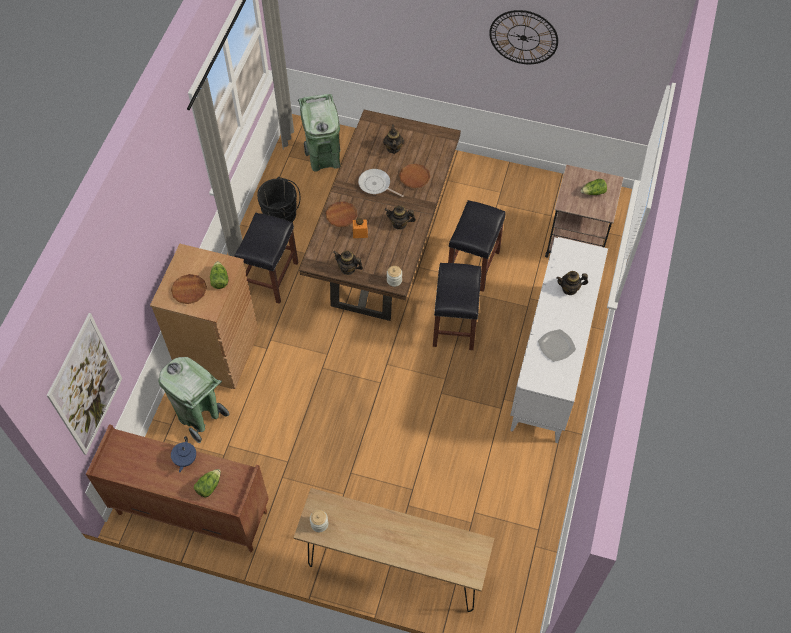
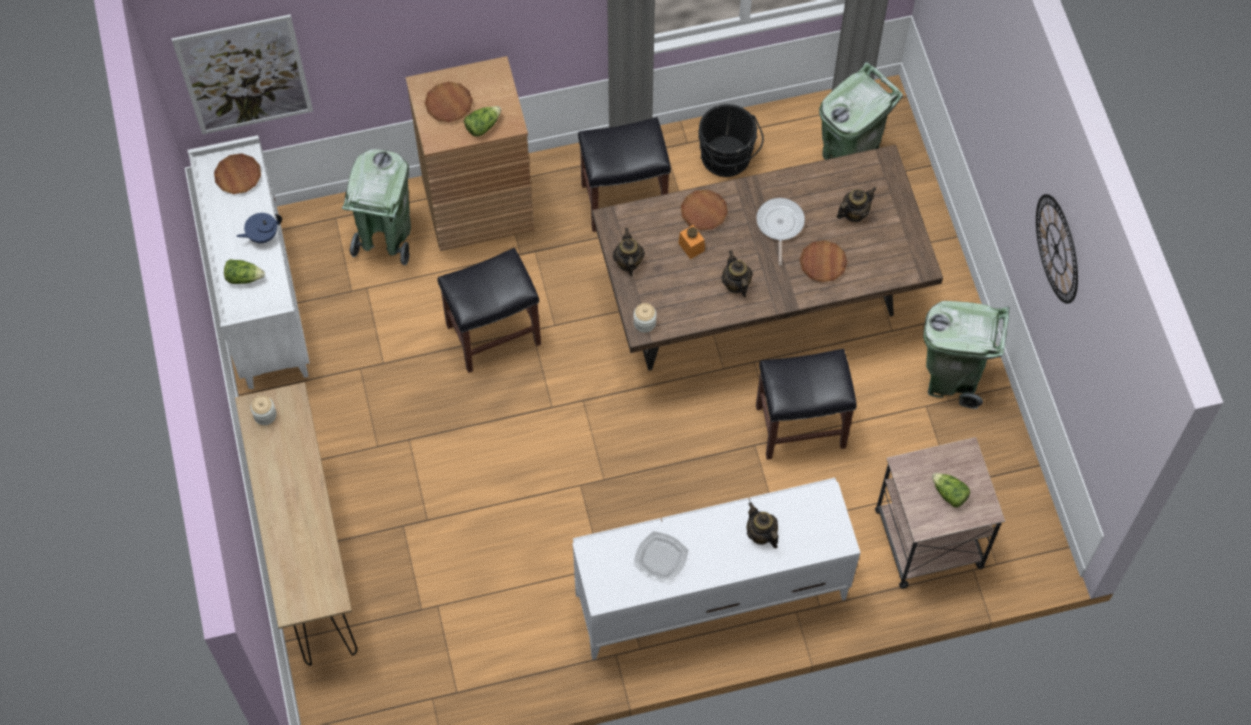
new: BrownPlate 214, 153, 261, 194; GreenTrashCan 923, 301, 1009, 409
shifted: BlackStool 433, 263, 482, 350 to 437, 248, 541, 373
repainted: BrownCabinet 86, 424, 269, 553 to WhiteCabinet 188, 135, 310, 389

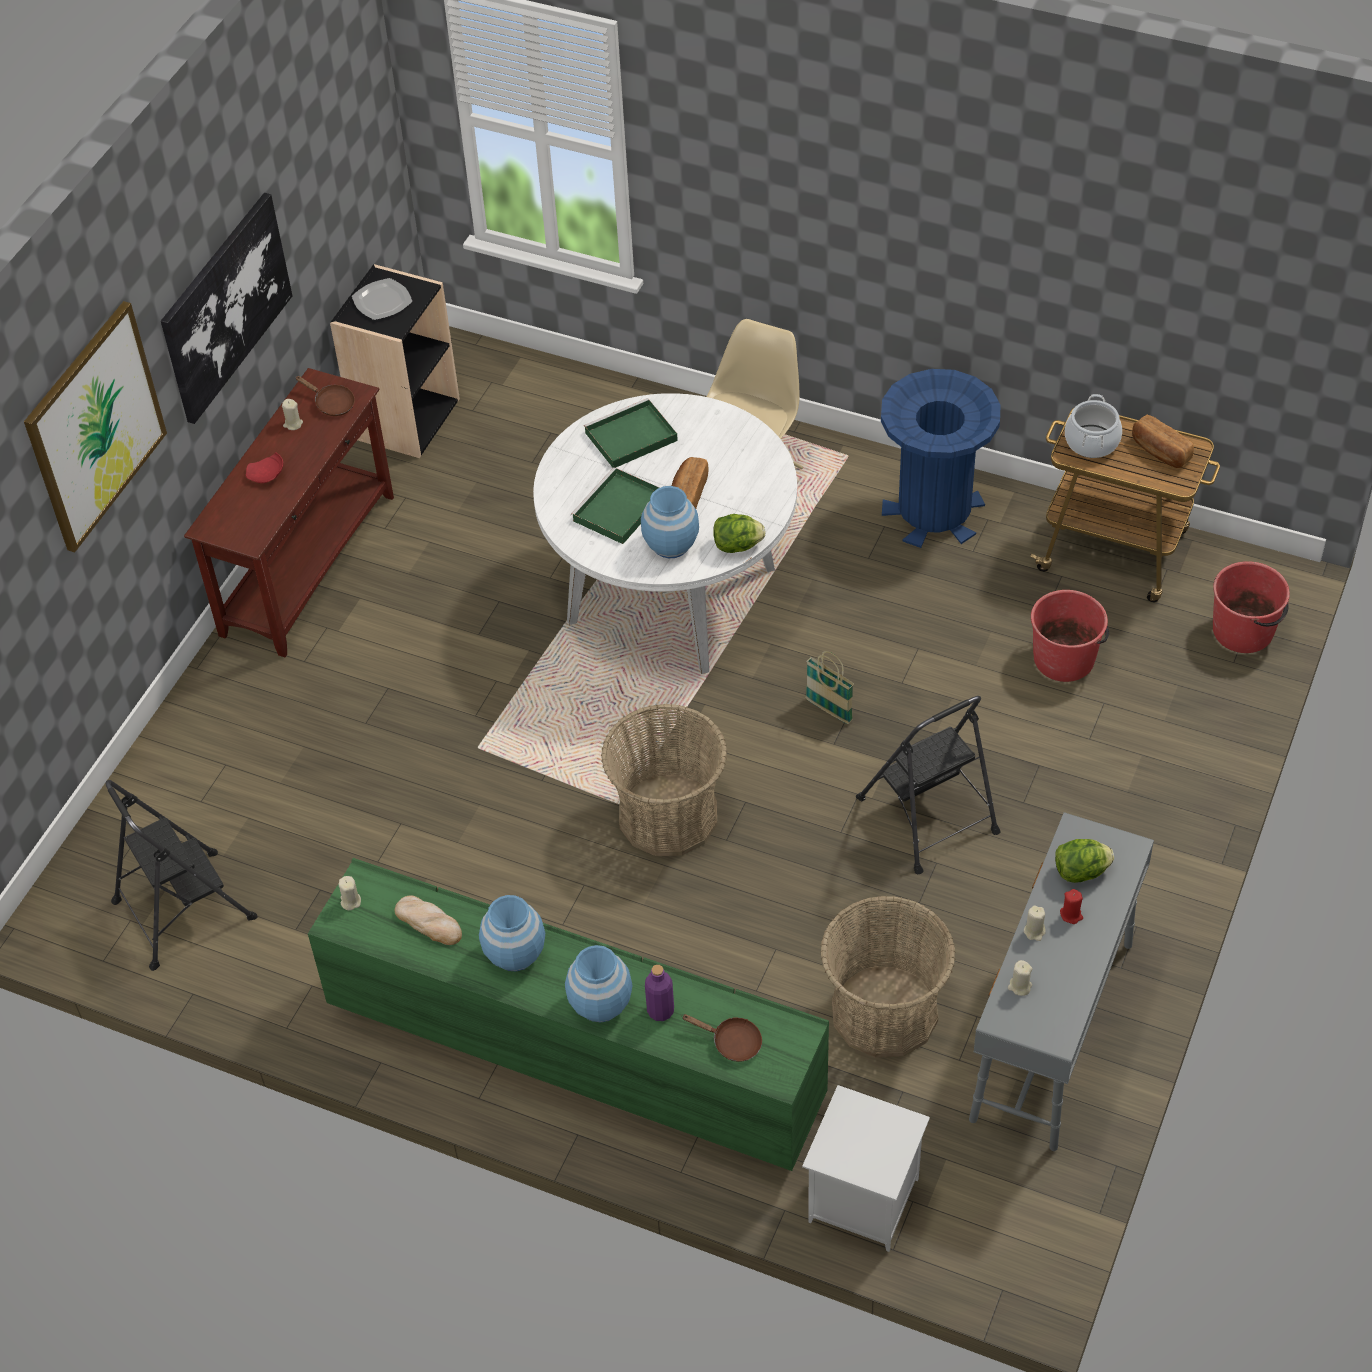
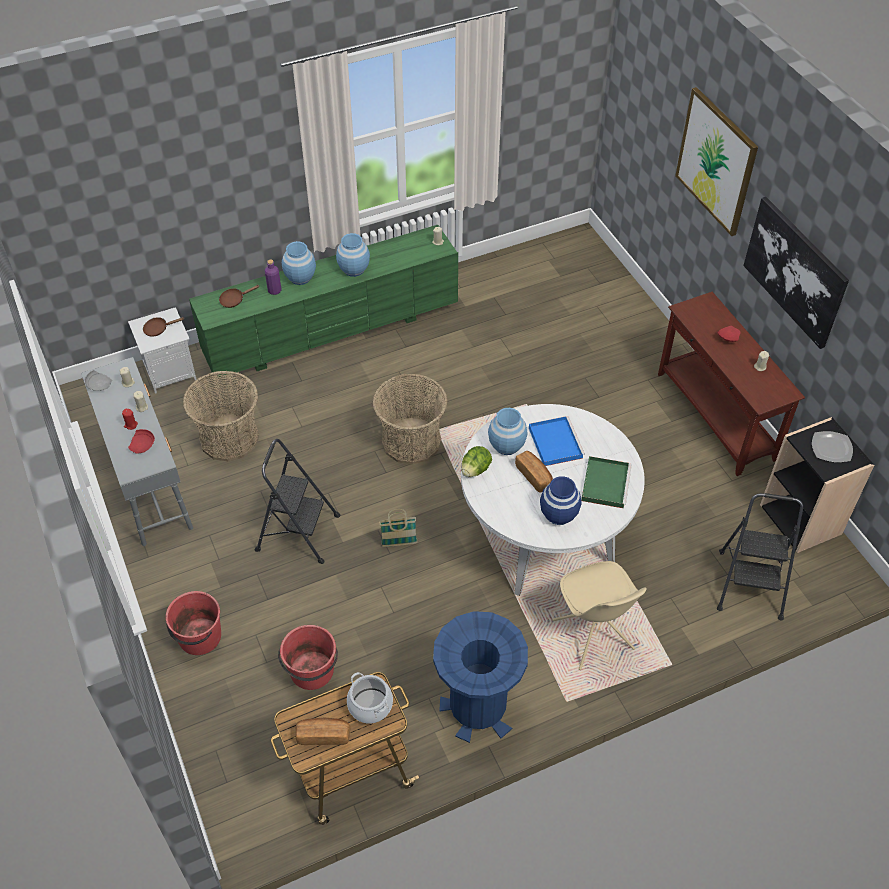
gone: Bread 394, 896, 462, 945
new: GreyPlate 84, 370, 112, 391; BlueVase 540, 476, 582, 525
shifted: BlackStepLadder 105, 780, 257, 971 to 717, 493, 803, 620; BrownFryingPan 295, 376, 355, 416 to 143, 317, 184, 337; RedBucket 1213, 561, 1290, 653 to 166, 591, 221, 655
swapped: Lettuce 1055, 839, 1114, 883 to RedPlate 128, 429, 155, 454
repainted: GreenTray 571, 467, 659, 544 to BlueTray 529, 416, 585, 466

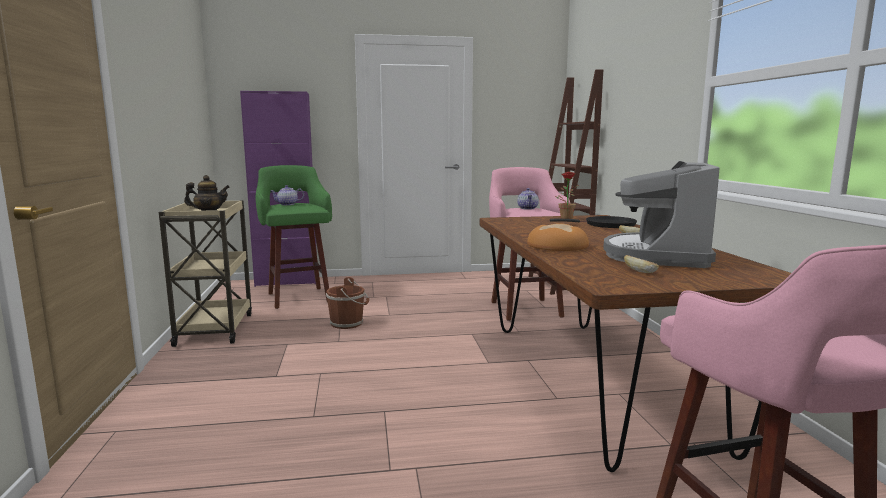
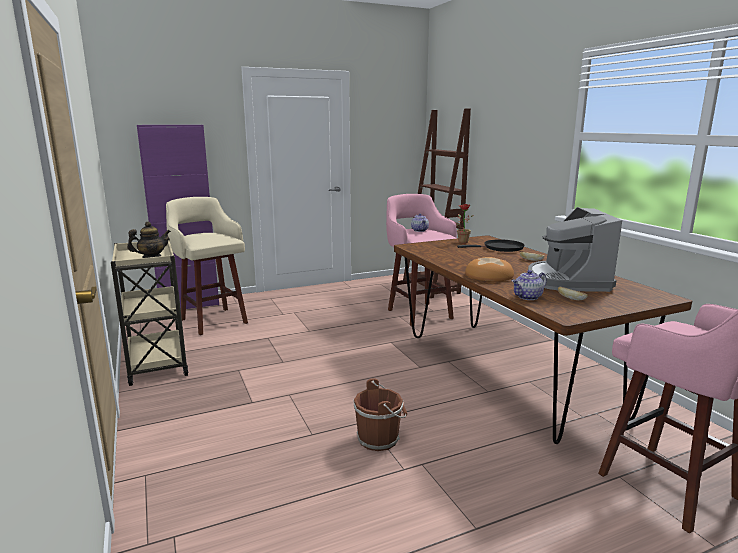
shifted: Teapot 271, 185, 304, 205 to 512, 270, 547, 300; BrownBucket 326, 277, 369, 329 to 353, 378, 407, 451
repainted: GreenStool 256, 165, 332, 309 to BeigeStool 166, 197, 248, 335

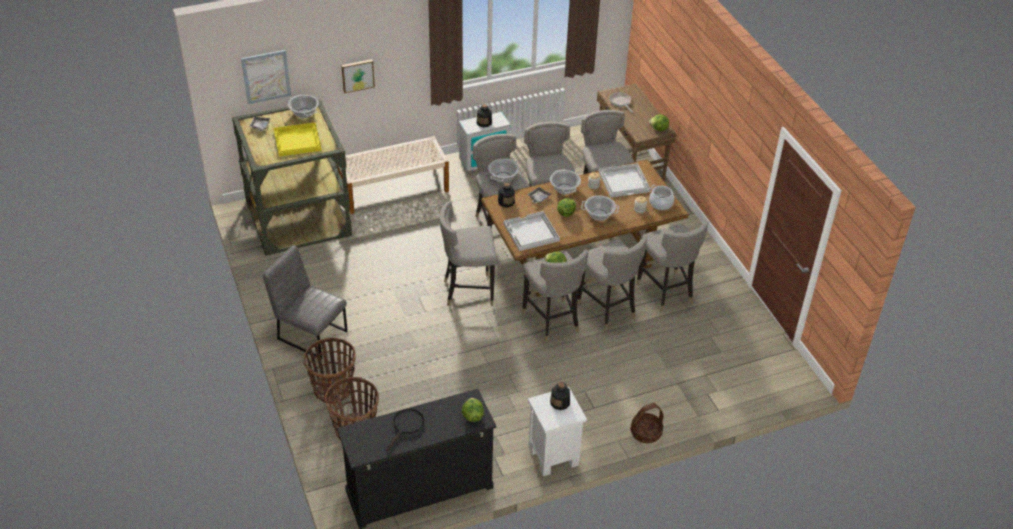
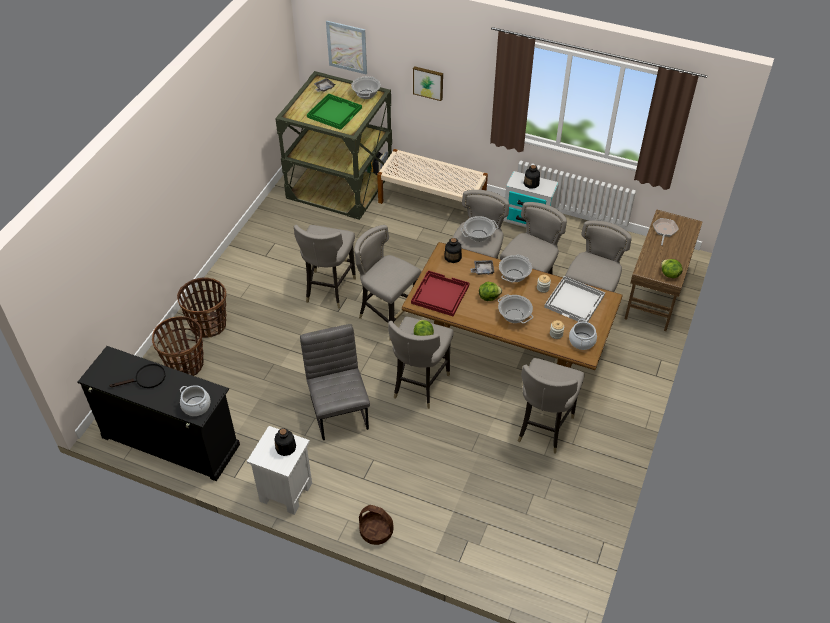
shifted: GreyChair 263, 245, 348, 359 to 300, 324, 370, 440; GreyStool 577, 235, 647, 330 to 294, 225, 356, 309
swapped: Lettuce 462, 398, 484, 422 to CookingPot 180, 385, 211, 416
repainted: YellowTray 274, 122, 322, 156 to GreenTray 307, 93, 362, 130; WhiteTray 503, 211, 560, 251 to RedTray 411, 270, 469, 316

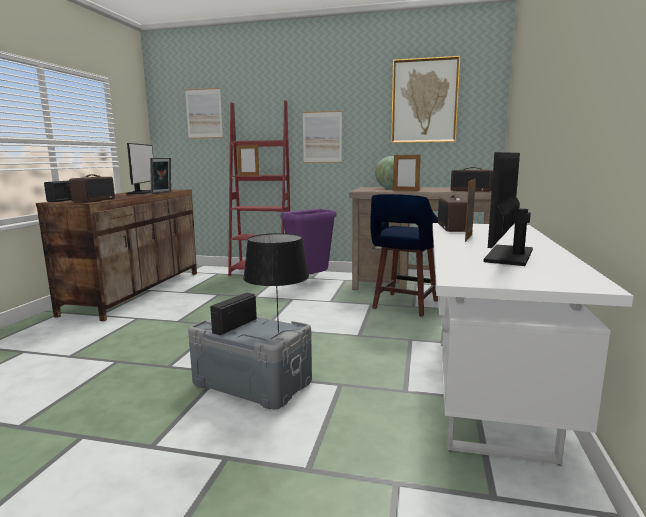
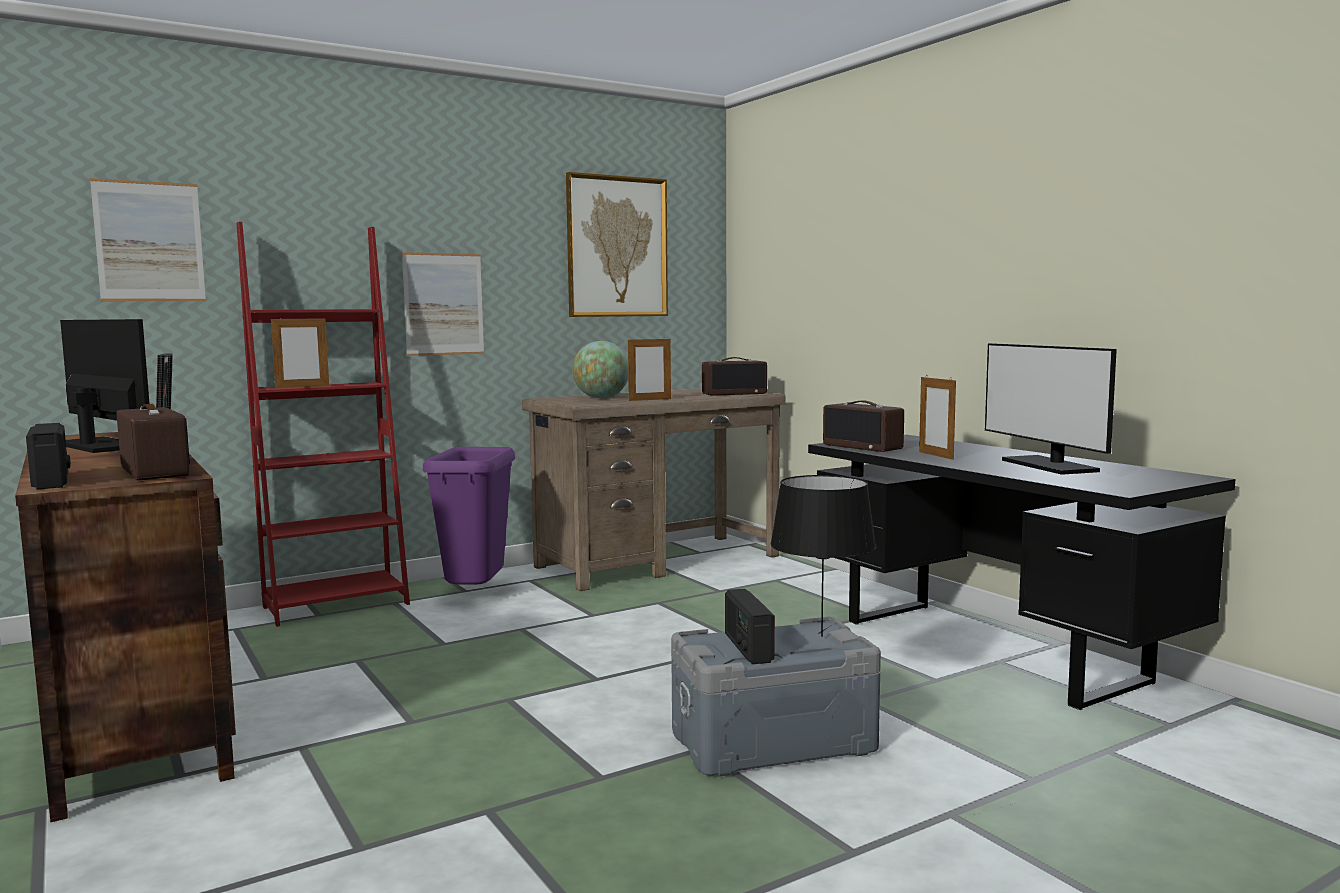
gone: BlueStool 370, 194, 438, 317
repainted: WhiteDesk 432, 223, 633, 466 to BlackDesk 808, 435, 1235, 710

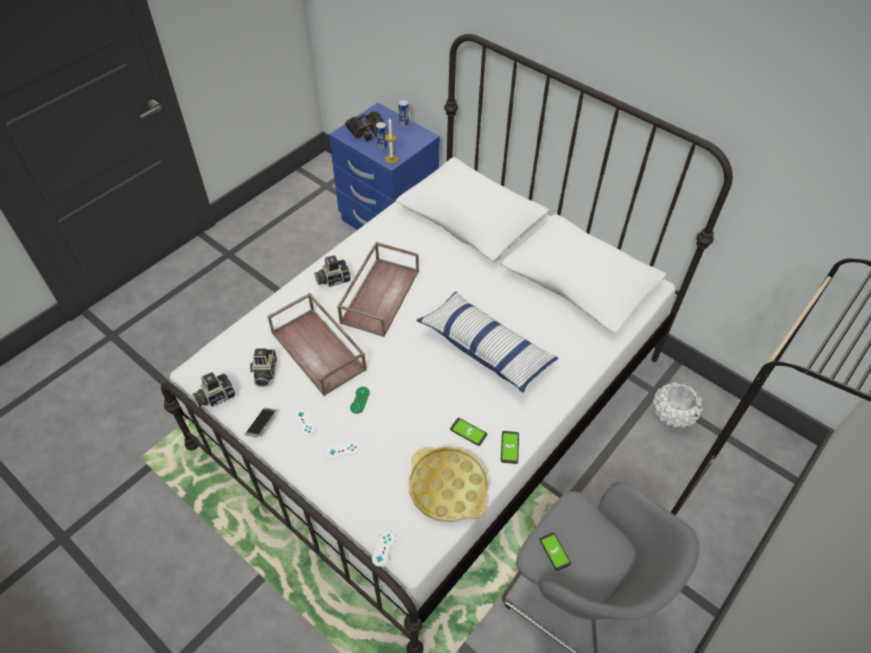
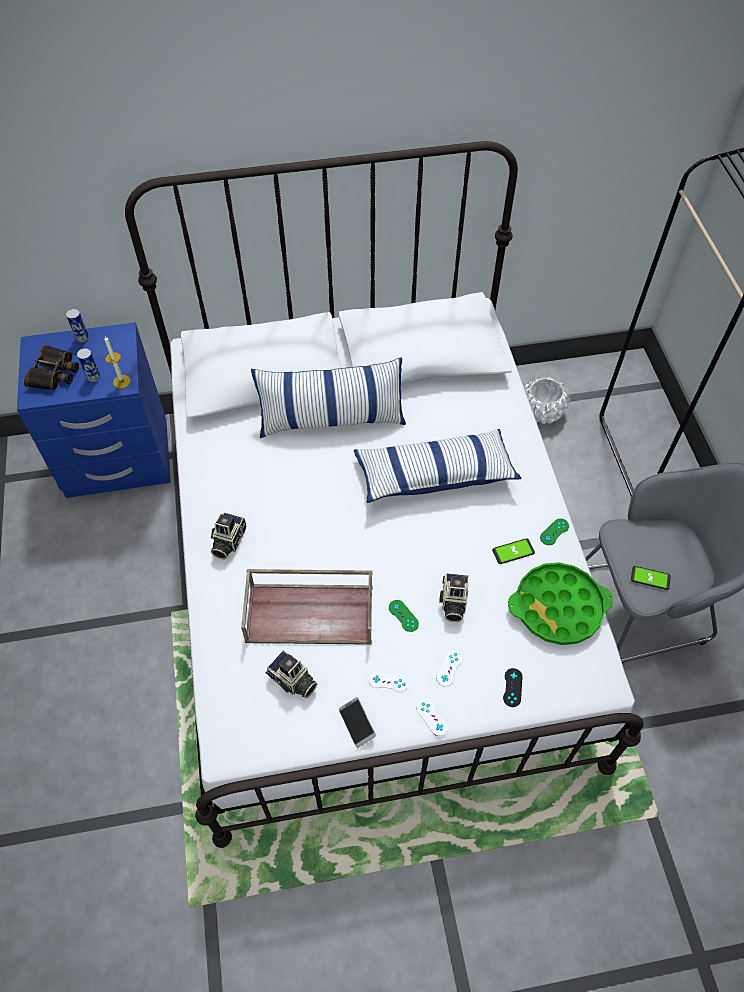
gone: BrownTray 337, 242, 419, 337
new: Pillow 251, 357, 406, 438; BlackGameController 503, 668, 522, 707
shifted: PhotoCamera 192, 372, 236, 407 to 439, 573, 469, 622; WhiteGameController 372, 531, 395, 567 to 417, 699, 448, 736
swapped: Phone 501, 431, 519, 464 to GreenGameController 540, 519, 569, 545
repainted: YellowTray 409, 447, 489, 522 to GreenTray 508, 562, 613, 645

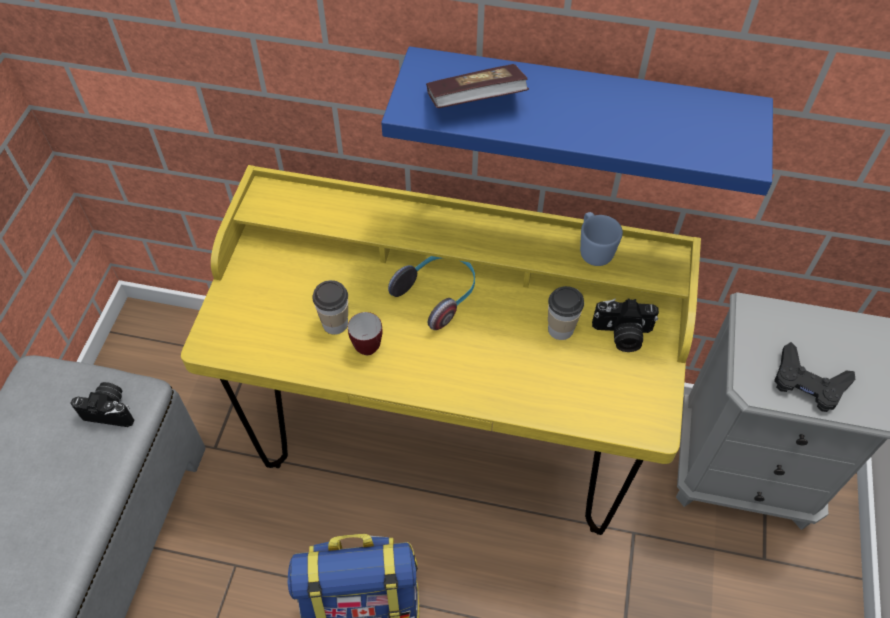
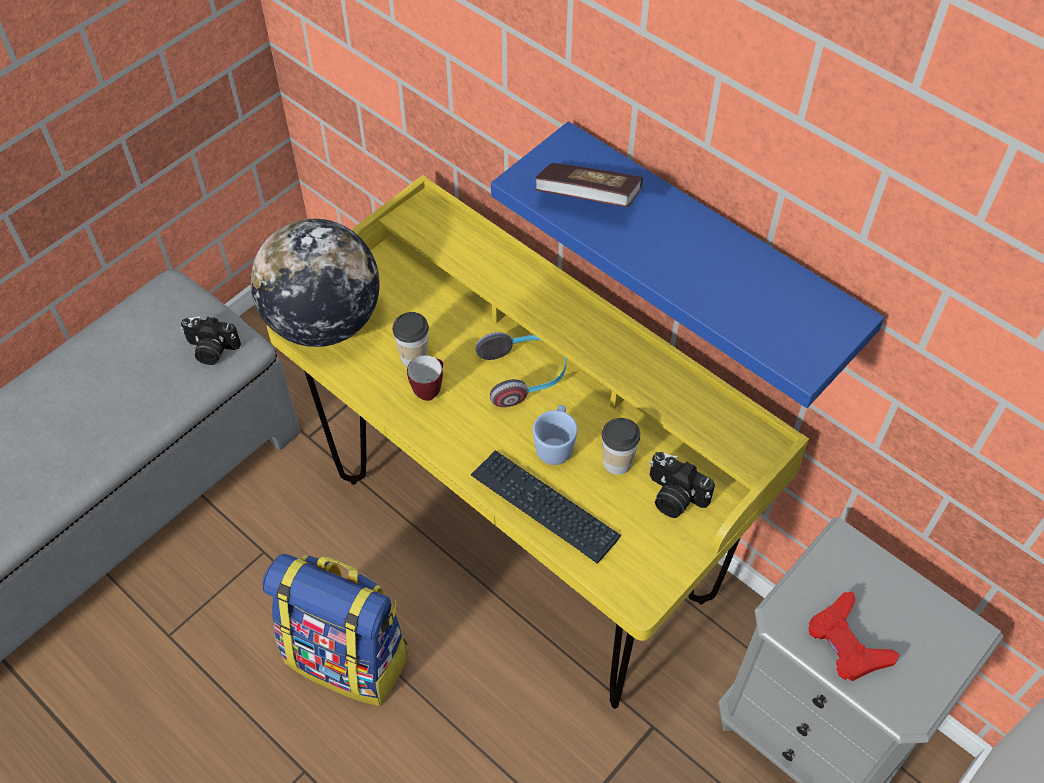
new: Globe 251, 219, 380, 347; Keyboard 471, 450, 621, 564
shifted: BlueMug 580, 212, 623, 266 to 533, 405, 577, 465
repainted: BlackGameController 774, 342, 855, 412 to RedGameController 808, 592, 900, 681
rotated: PhotoCamera 70, 382, 134, 427 = 181, 316, 241, 365 150 degrees clockwise

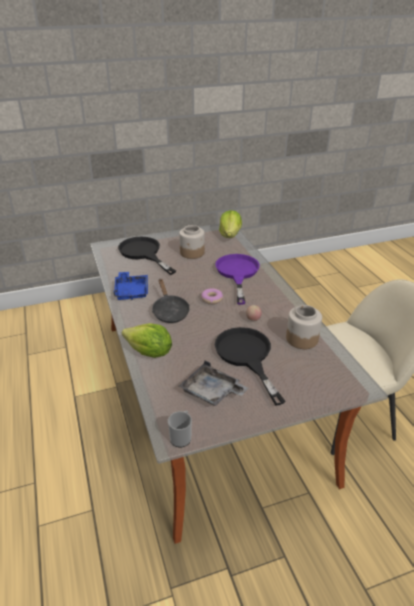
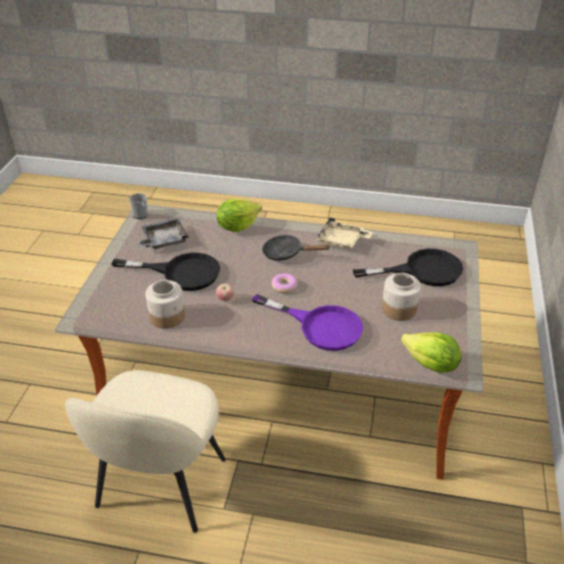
repainted: BlueTray 113, 272, 148, 300 to BeigeTray 316, 217, 373, 250

